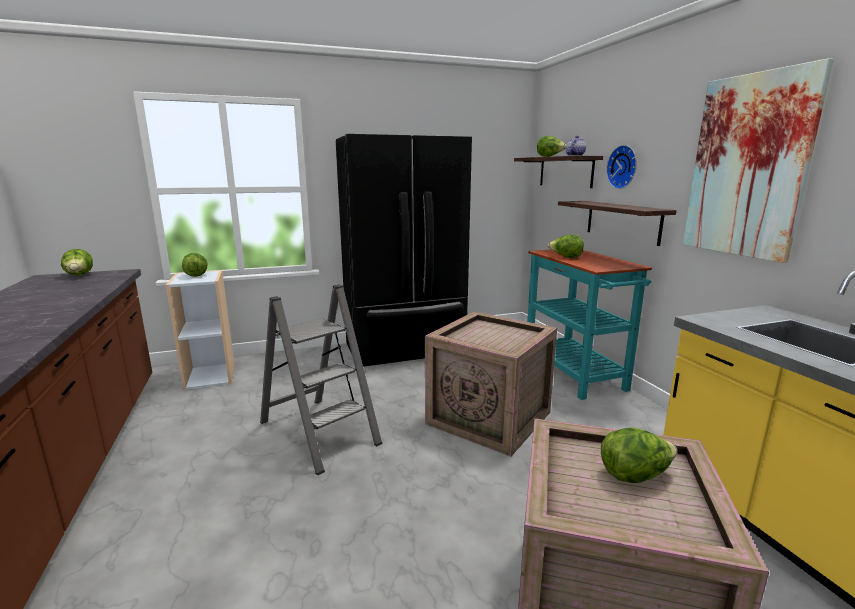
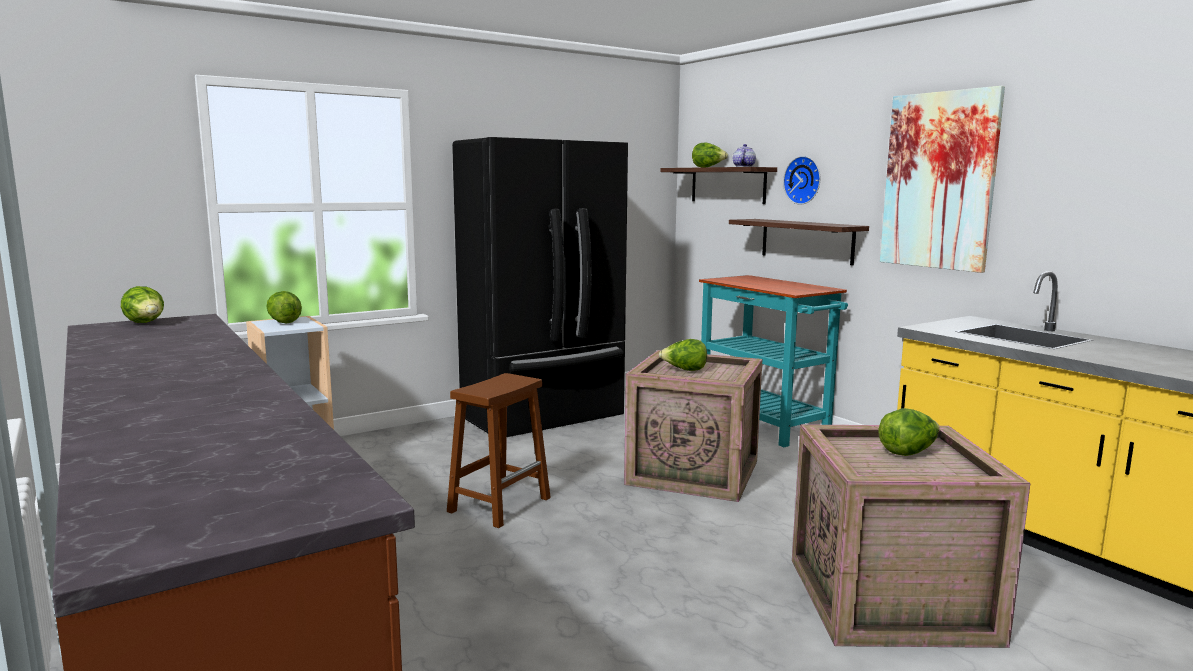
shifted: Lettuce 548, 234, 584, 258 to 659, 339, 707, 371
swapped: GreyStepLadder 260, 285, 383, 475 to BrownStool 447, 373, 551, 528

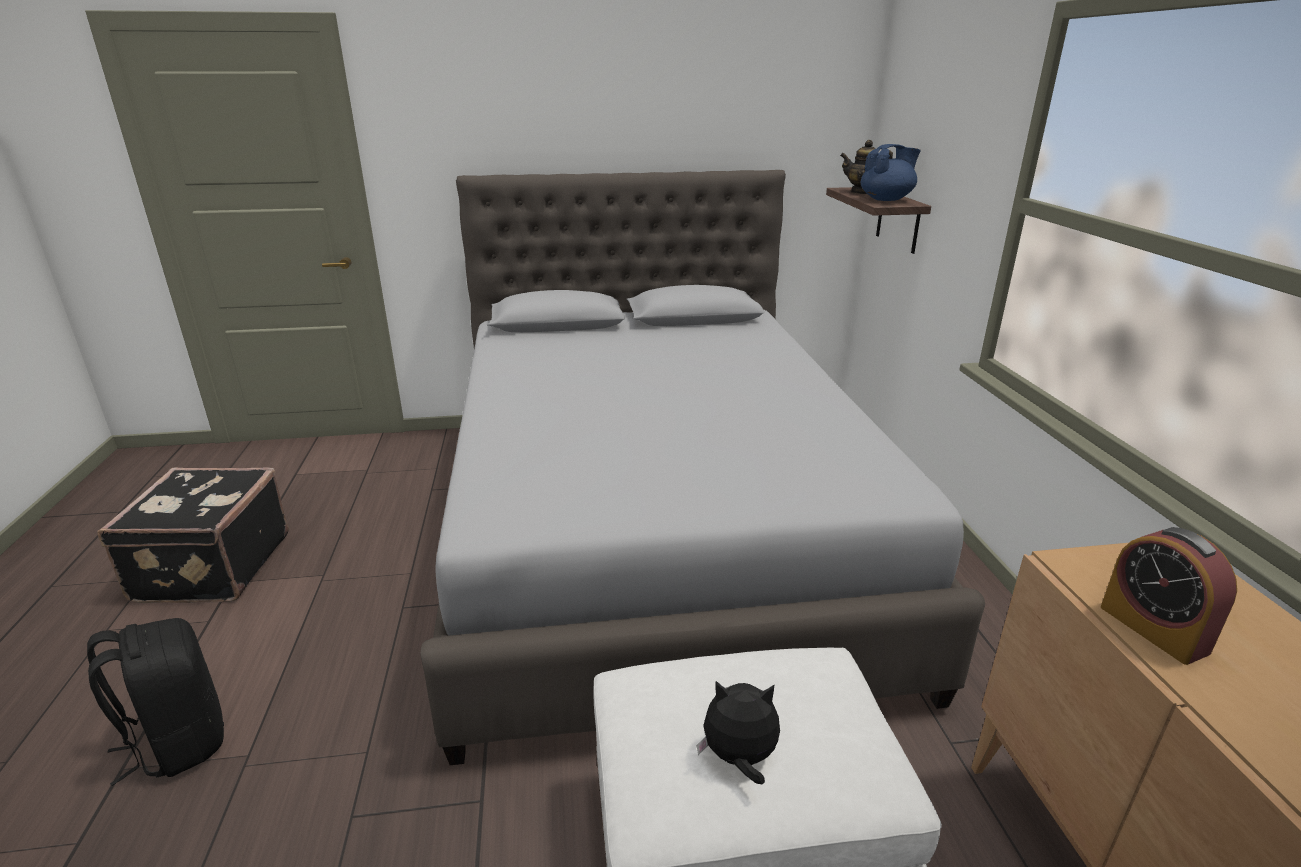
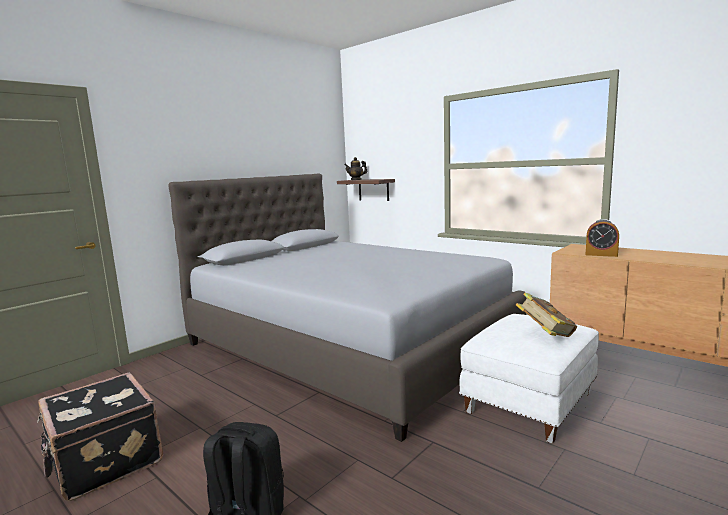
gone: BlueTeapot 861, 144, 921, 201
swapped: PlushToy 696, 681, 780, 784 to Book 516, 293, 577, 337

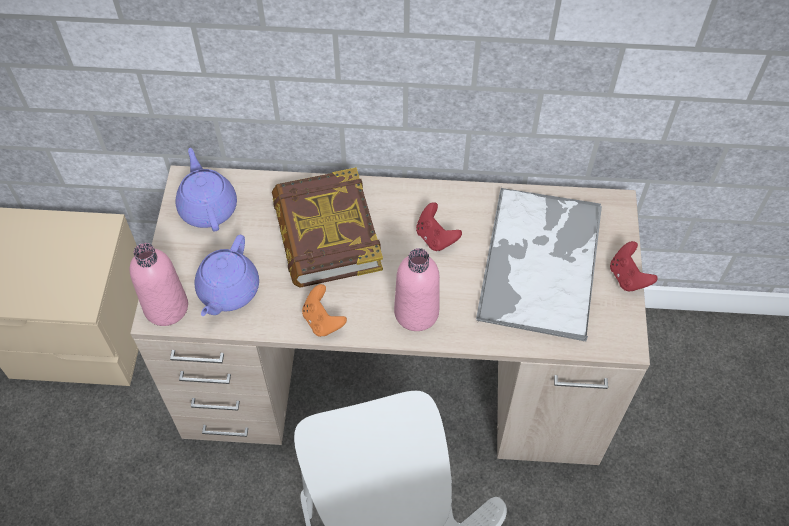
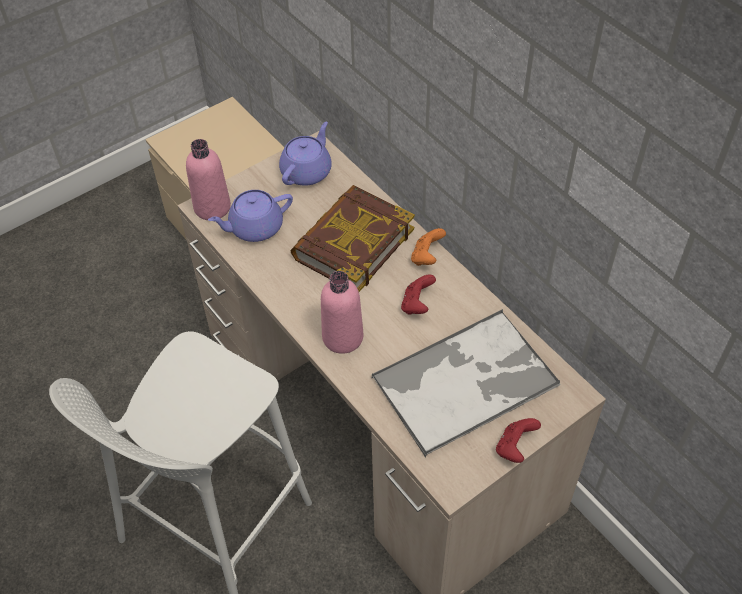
shifted: OrangeGameController 302, 284, 347, 337 to 411, 228, 446, 266

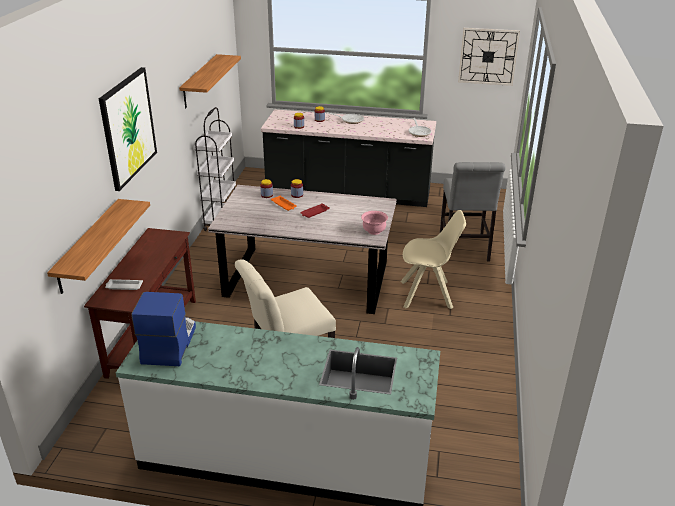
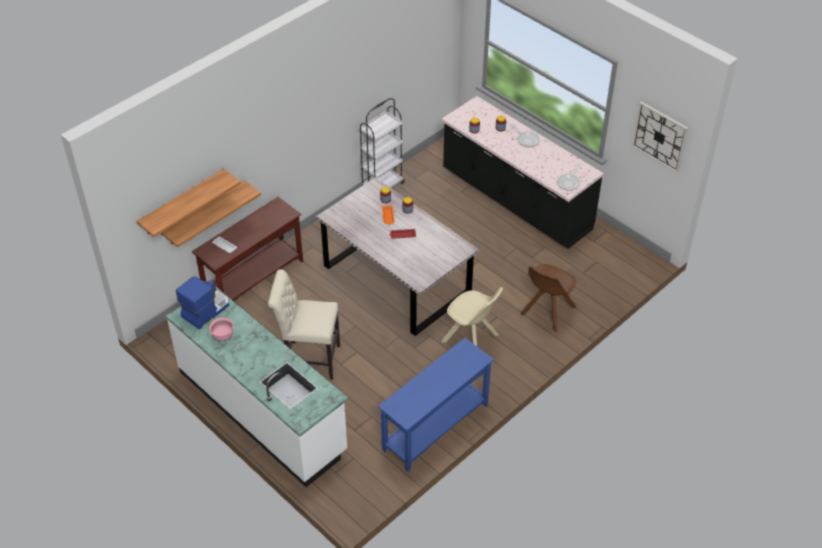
gone: Picture 99, 67, 157, 191
new: BlueConsoleTable 378, 338, 494, 473
shifted: Shelf 179, 54, 241, 108 to 137, 169, 241, 237; PinkBowl 361, 211, 388, 235 to 209, 318, 234, 341
swapped: GreyStool 440, 162, 505, 262 to BrownChair 521, 264, 577, 332

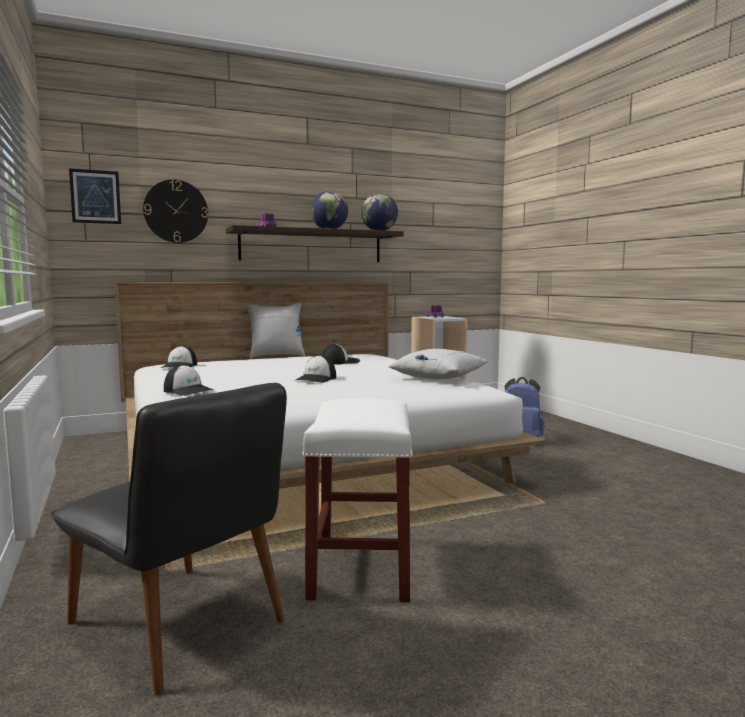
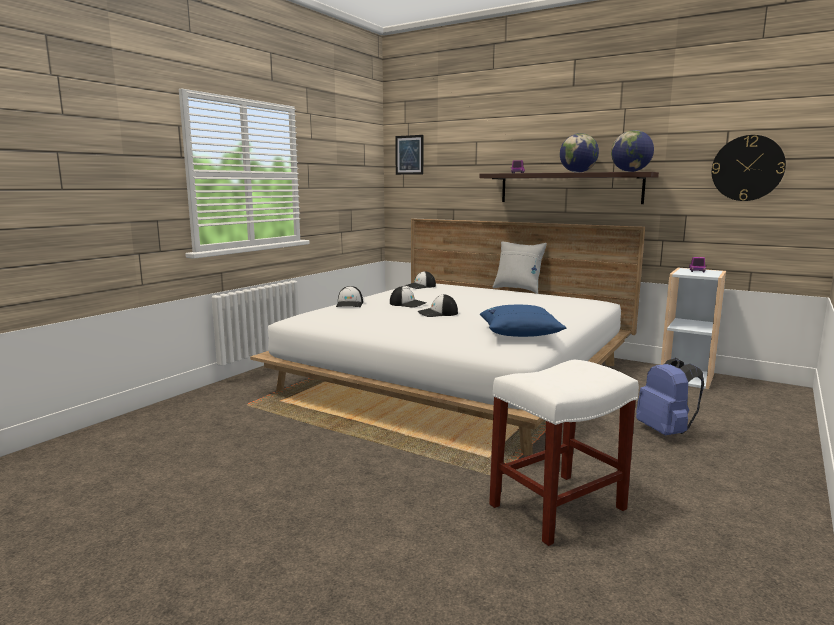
gone: BlackChair 51, 383, 287, 695
shifted: WallClock 143, 179, 208, 243 to 712, 135, 786, 201; WhiteStool 302, 398, 413, 602 to 489, 360, 639, 546; Cap 322, 344, 360, 365 to 390, 286, 426, 308
repainted: GreyPillow 389, 349, 488, 379 to BluePillow 480, 305, 566, 337

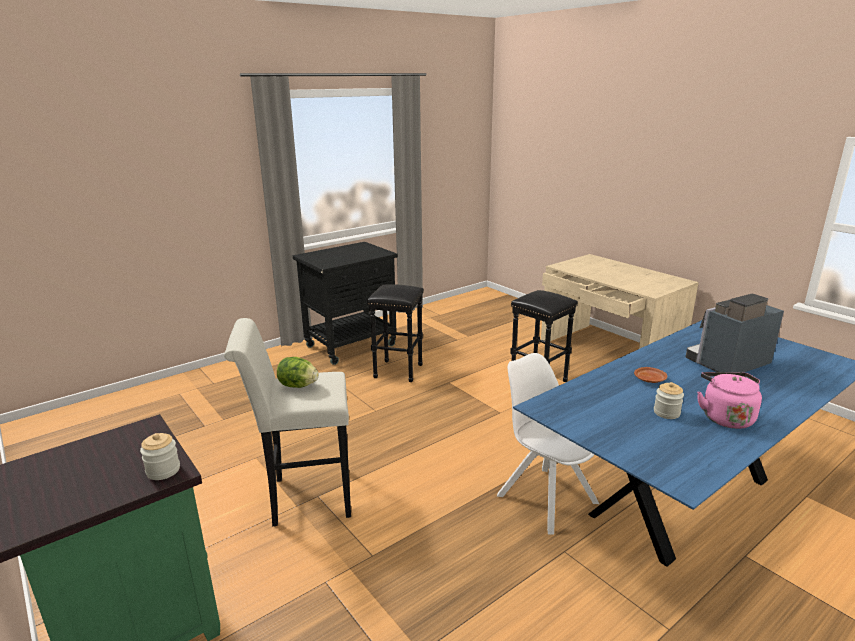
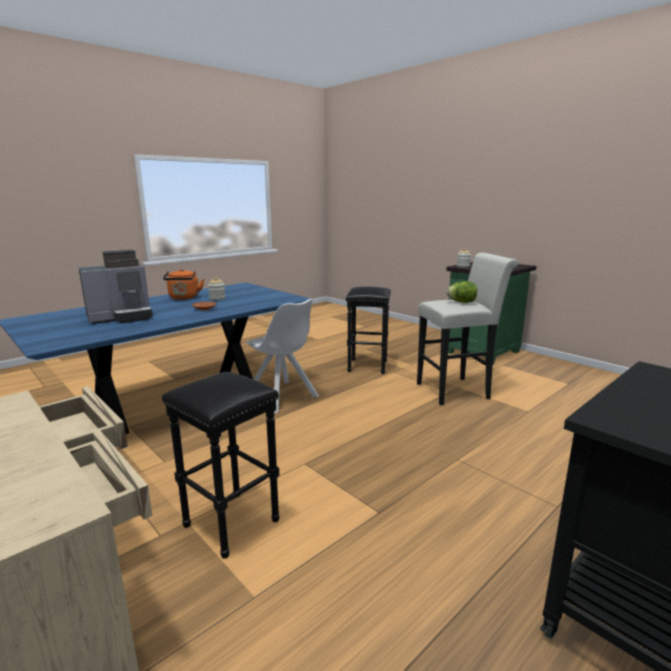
shifted: BlackStool 367, 284, 424, 382 to 346, 287, 391, 374
repainted: PinkKettle 697, 372, 762, 429 to OrangeKettle 163, 269, 204, 300

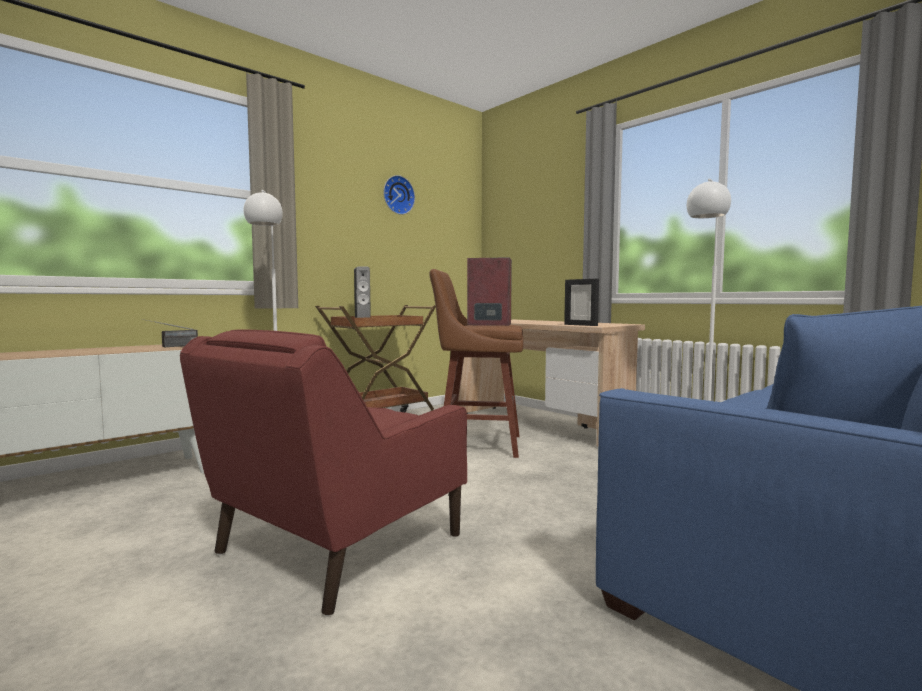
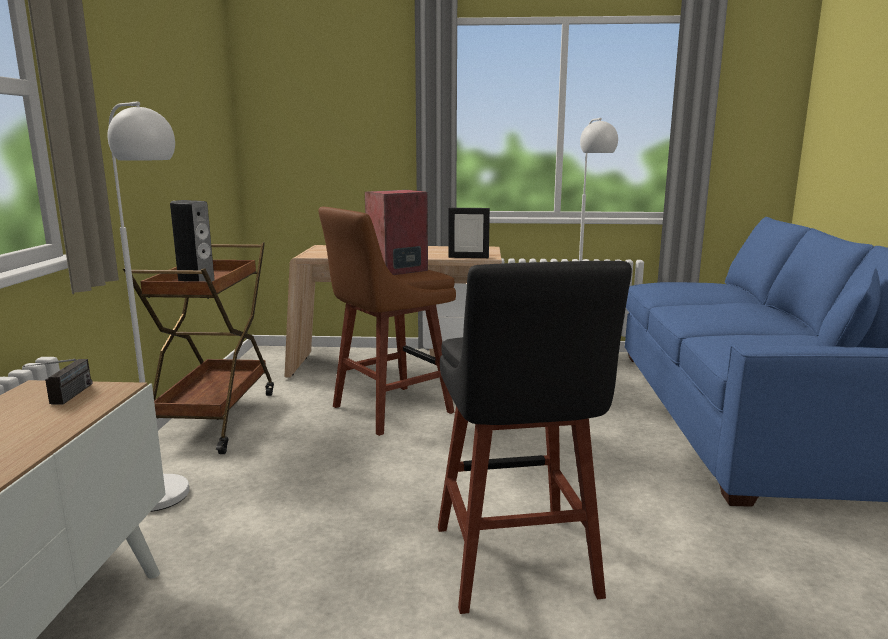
gone: WallClock 383, 175, 415, 215
swapped: RedArmchair 180, 330, 467, 616 to BlackStool 438, 261, 632, 614

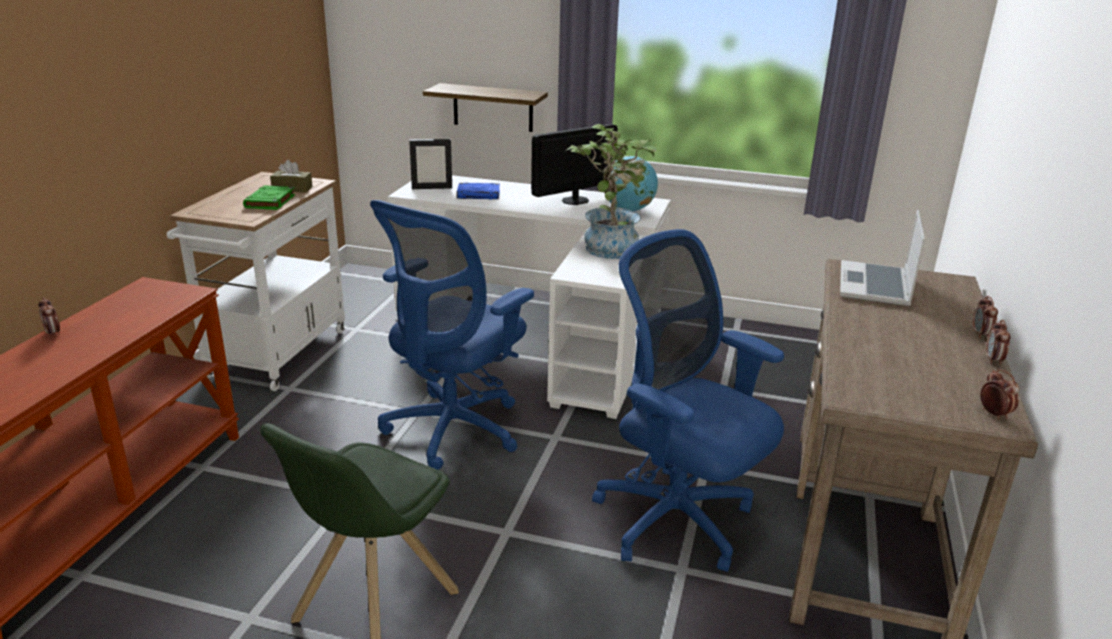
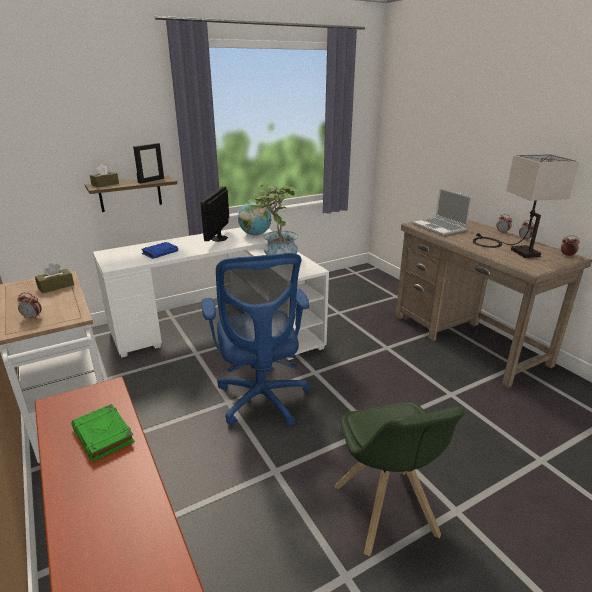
gone: BlueOfficeChair 592, 229, 784, 572
new: BrownTissueBox 90, 164, 119, 187; TableLamp 473, 154, 579, 258
shifted: AlarmClock 38, 297, 60, 338 to 17, 293, 42, 319; GreenBook 243, 185, 295, 210 to 71, 404, 135, 461; PictureFrame 409, 139, 452, 189 to 133, 143, 164, 183

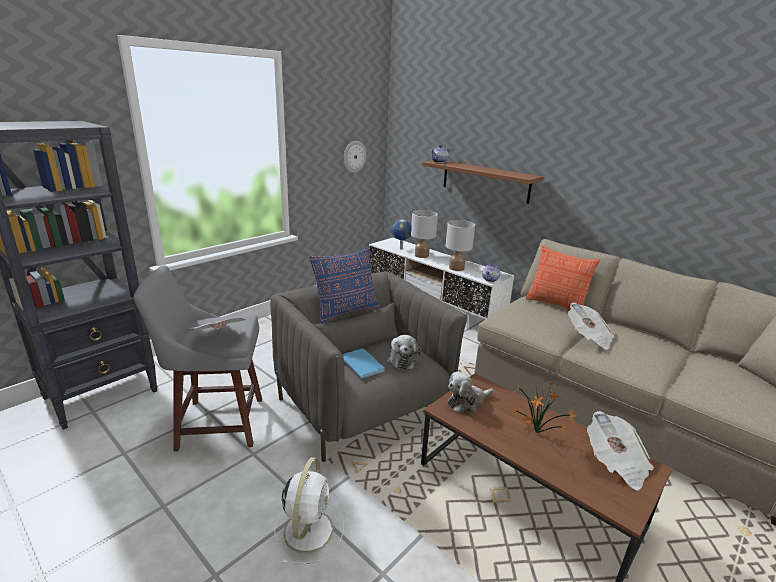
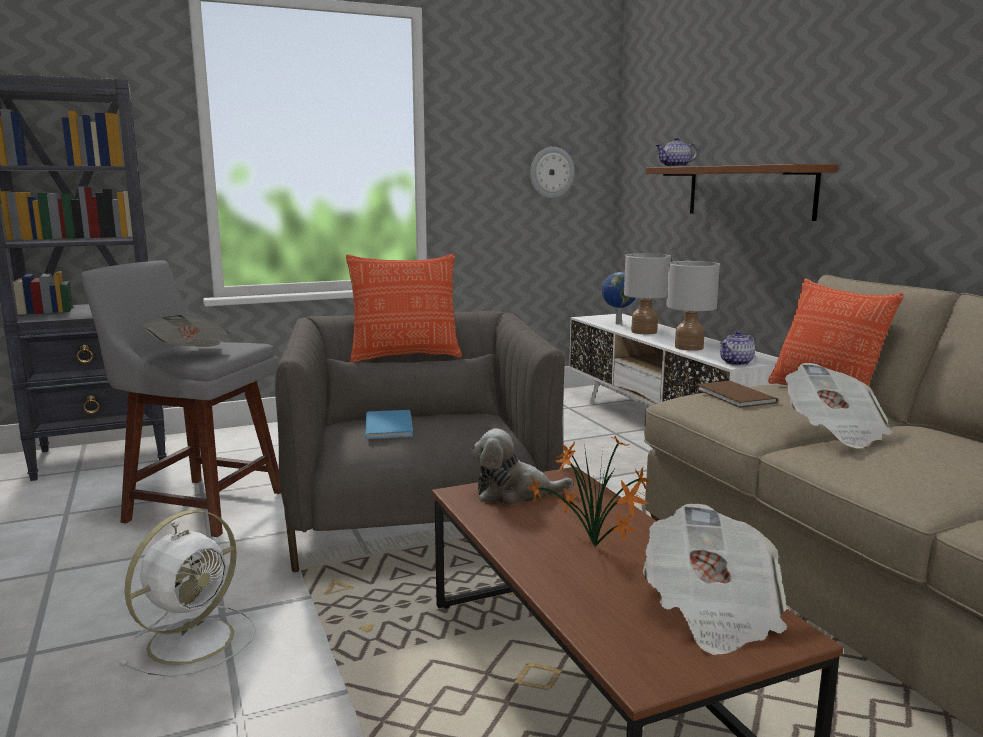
gone: PlushToy 387, 335, 421, 369
new: BrownBook 696, 381, 778, 408
repainted: BluePillow 309, 247, 380, 324 to OrangePillow 346, 254, 462, 362

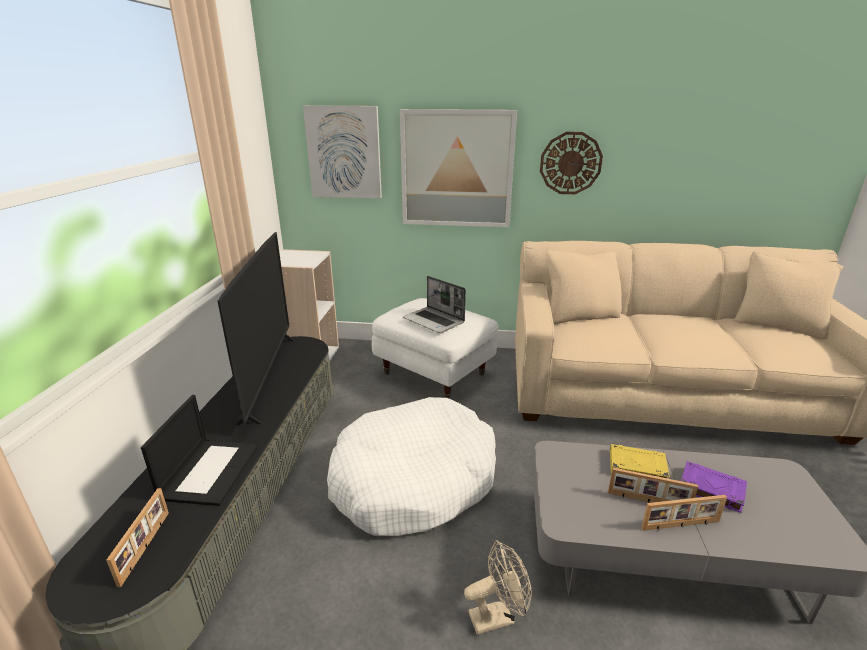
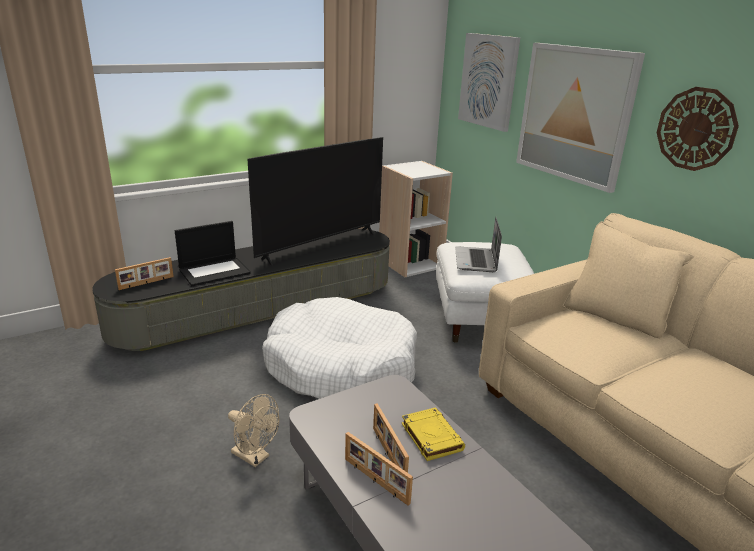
gone: PurpleBook 681, 461, 747, 513

